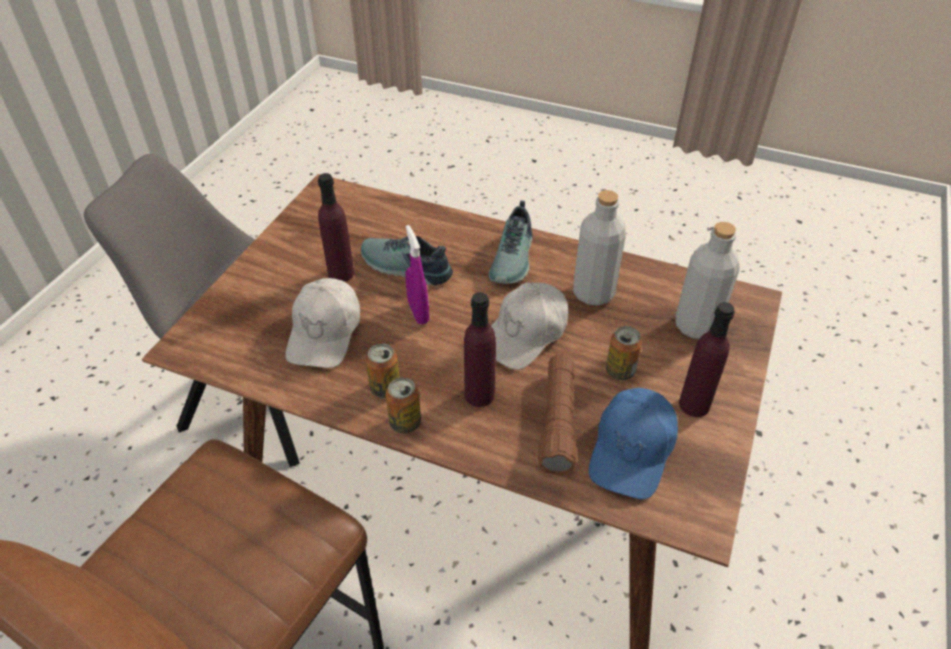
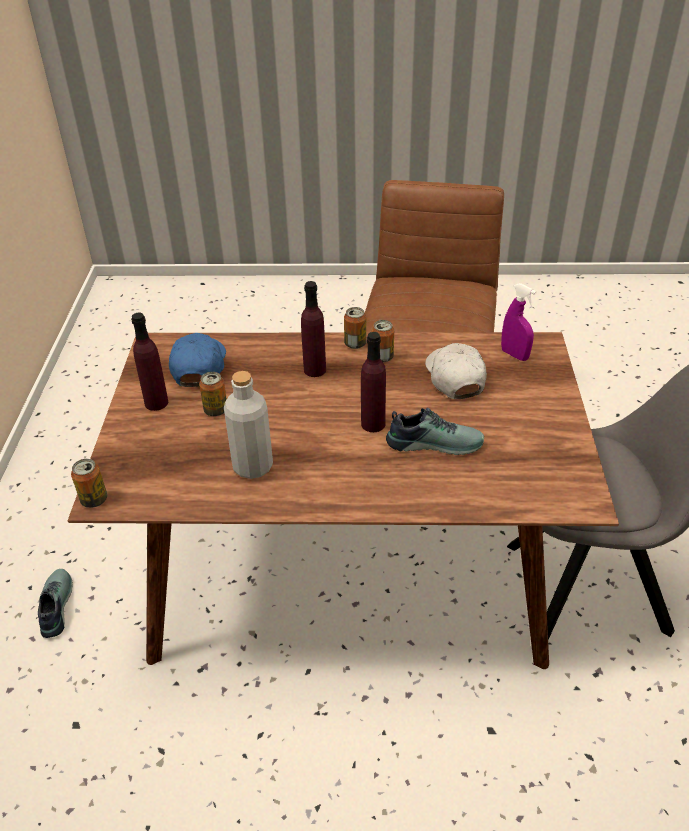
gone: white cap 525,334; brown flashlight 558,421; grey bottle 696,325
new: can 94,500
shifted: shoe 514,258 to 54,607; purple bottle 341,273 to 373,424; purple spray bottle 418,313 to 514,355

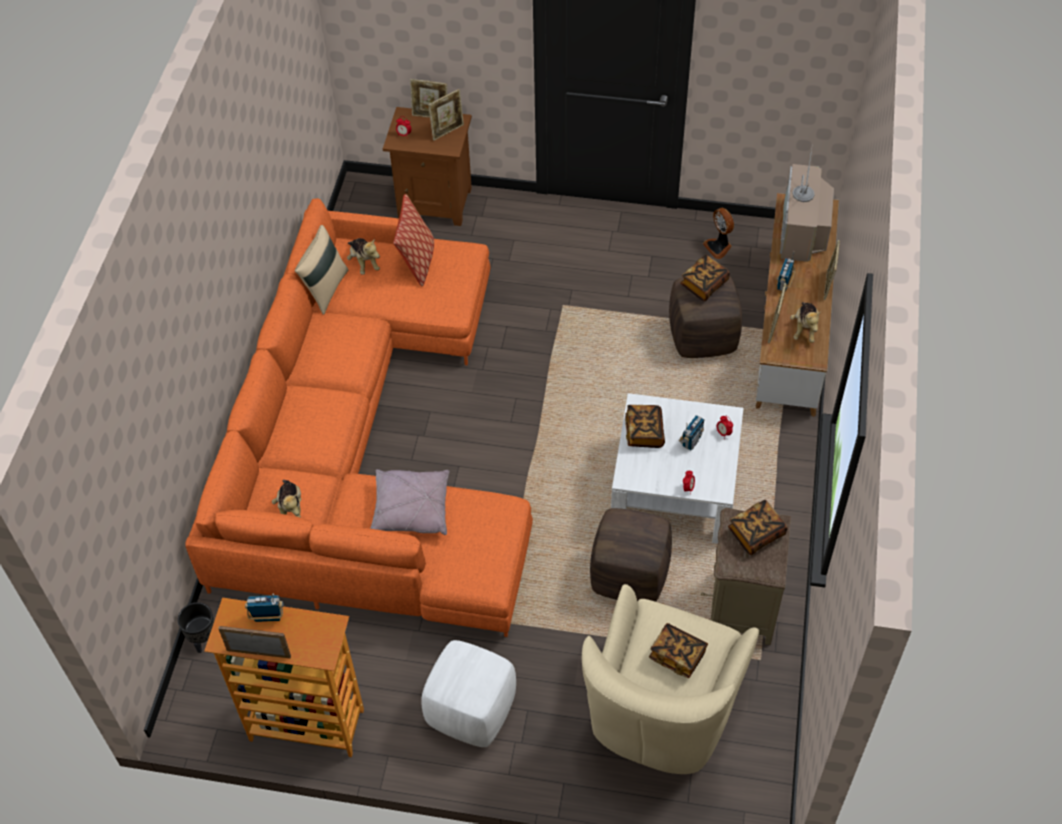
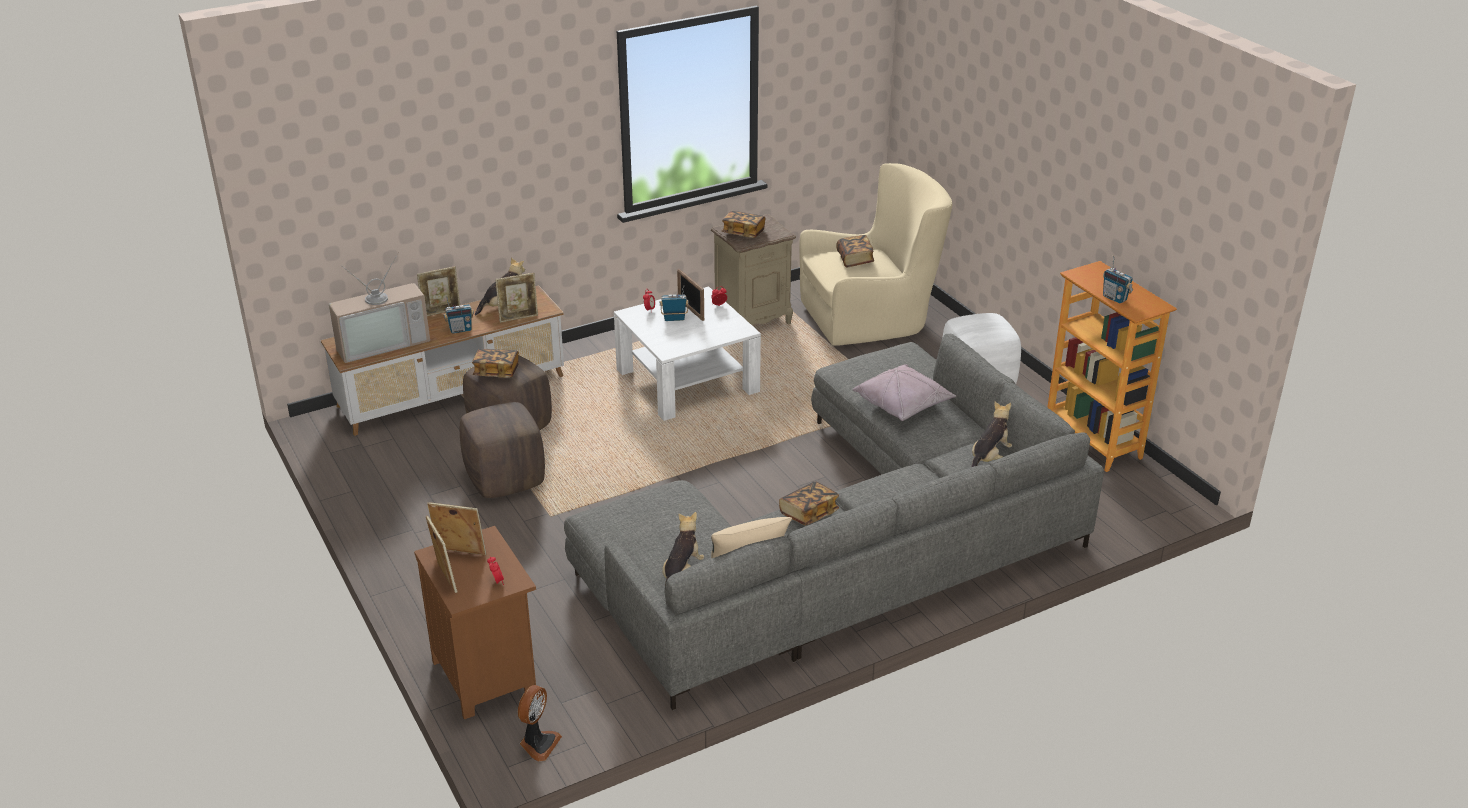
gone: black planter 203,639; pillow 417,262
shifted: brown ottoman 630,576 to 505,480; fan 719,247 to 538,743; picture frame 259,653 to 690,310; book 644,432 to 808,513
repainted: orange sofa 363,447 to grey sofa 847,546

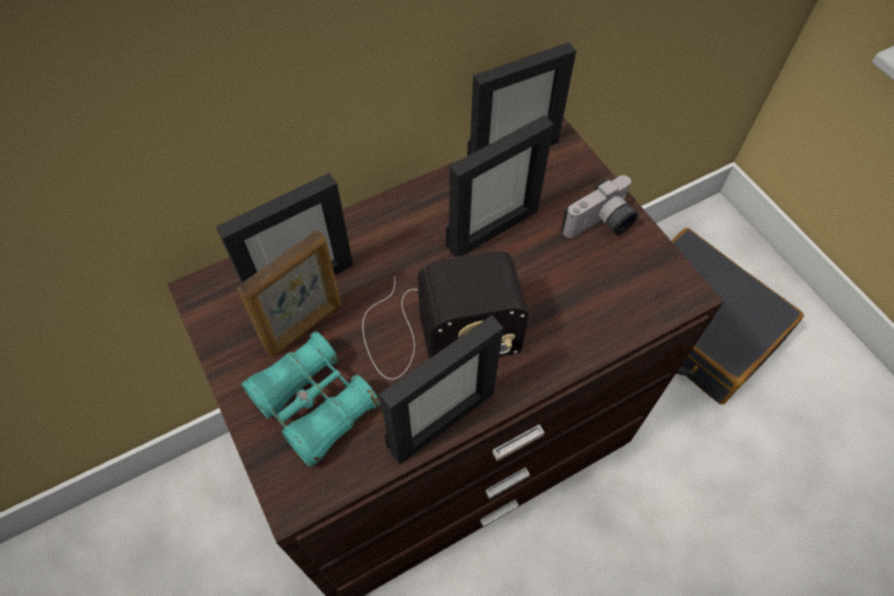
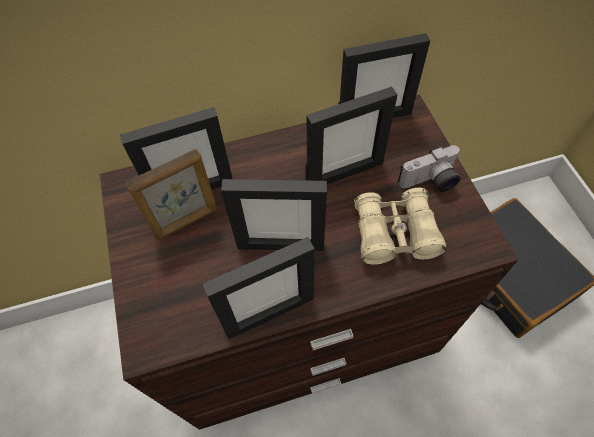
gone: turquoise binoculars 314,405
new: beige binoculars 394,234
swapped: radio 434,332 to picture frame 280,243

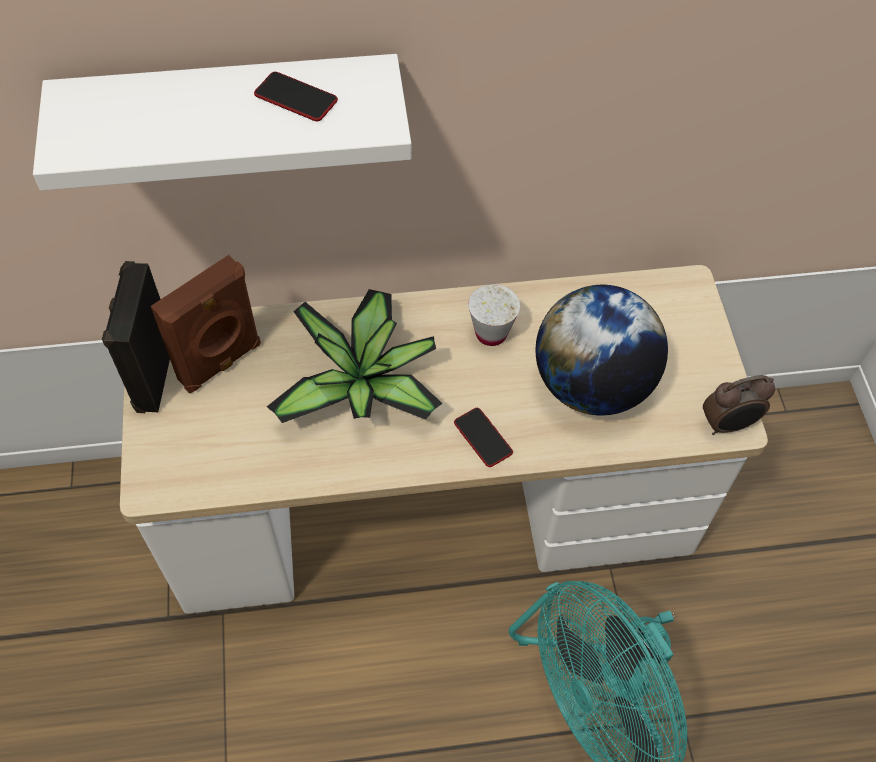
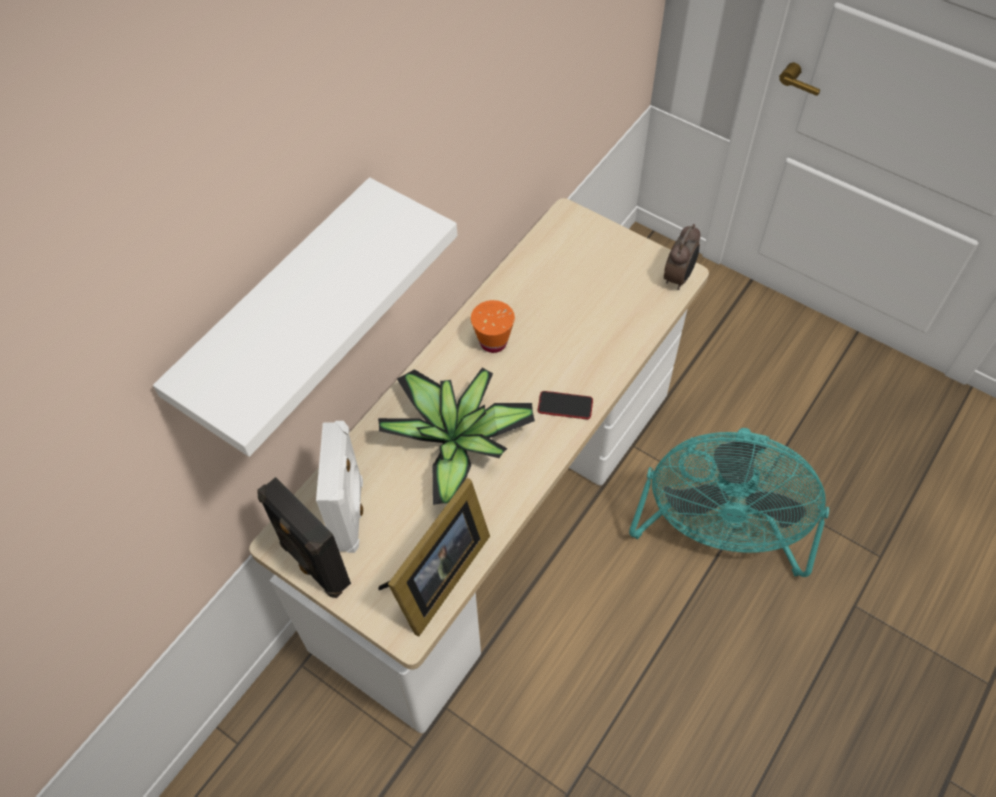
gone: phone 296,98; globe 592,384
new: picture frame 437,578
repainted: brown speaker 221,363 to white speaker 351,514; white cup 491,333 to orange cup 493,342

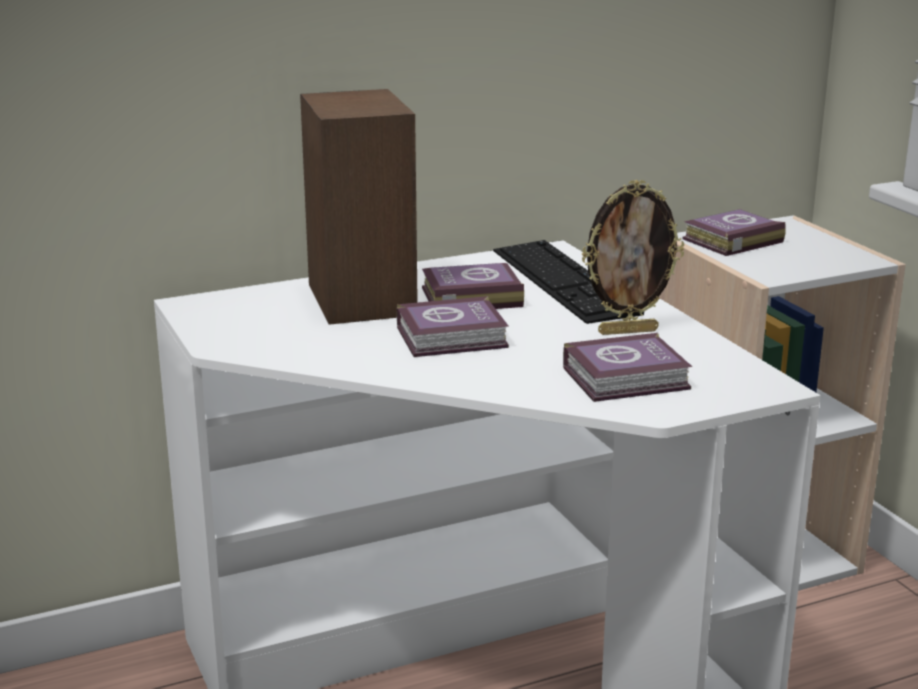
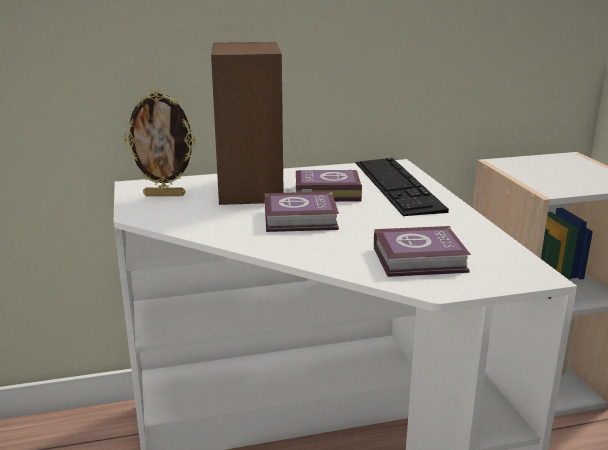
gone: book 730,240
shifted: picture frame 627,331 to 165,195

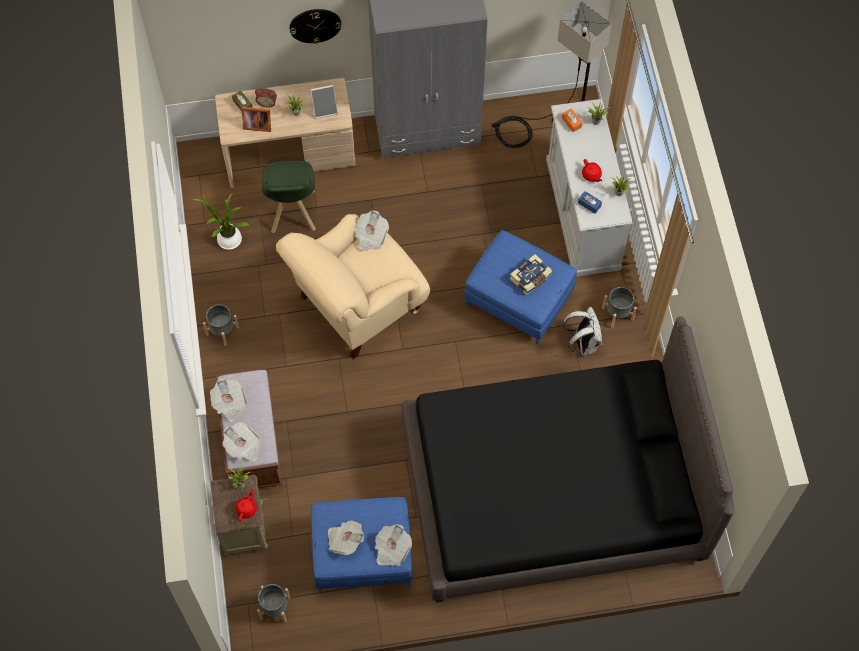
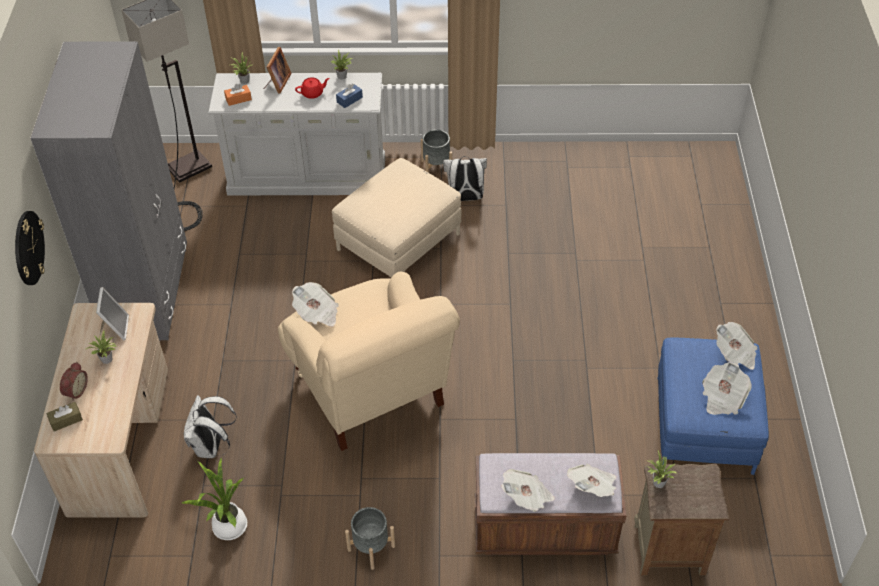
gone: red teapot 247,509; grey planter 275,608; black bed 553,491; book 531,278
shifted: picture frame 256,125 to 277,83
swapped: green chair 292,212 to white backpack 211,447
repainted: blue ottoman 519,298 to beige ottoman 398,241

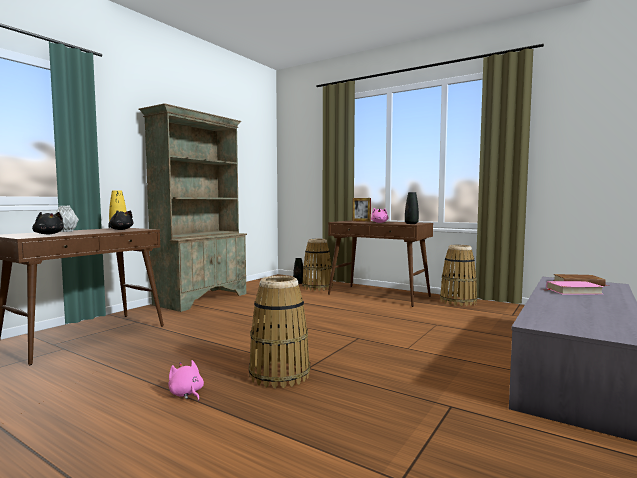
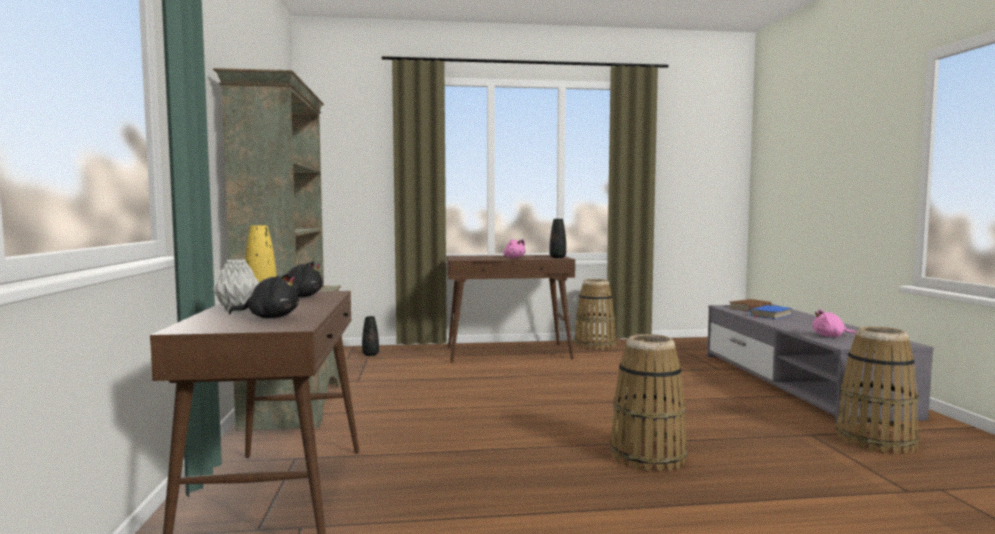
gone: picture frame 361,221
shifted: pink plush toy 186,394 to 830,336; basket 317,287 to 875,440
repainted: pink book 573,291 to blue book 770,315

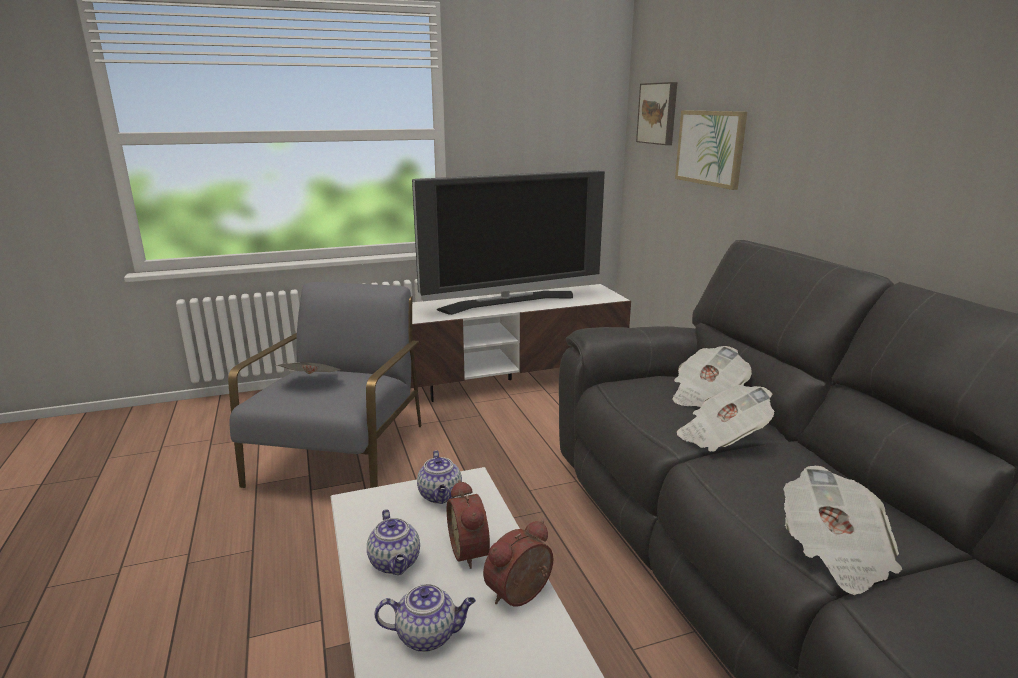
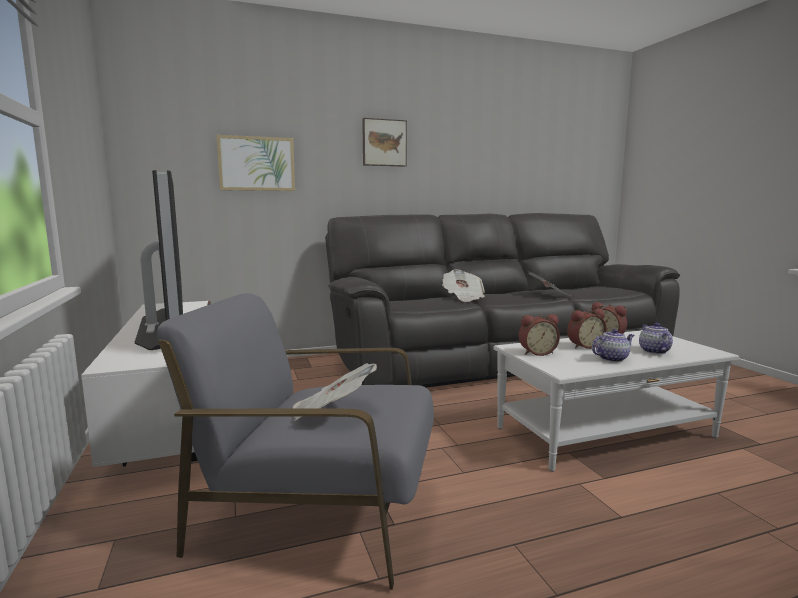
gone: newspaper 705,396
shifted: picture 658,113 to 384,143
swapped: teapot 440,496 to alarm clock 536,352

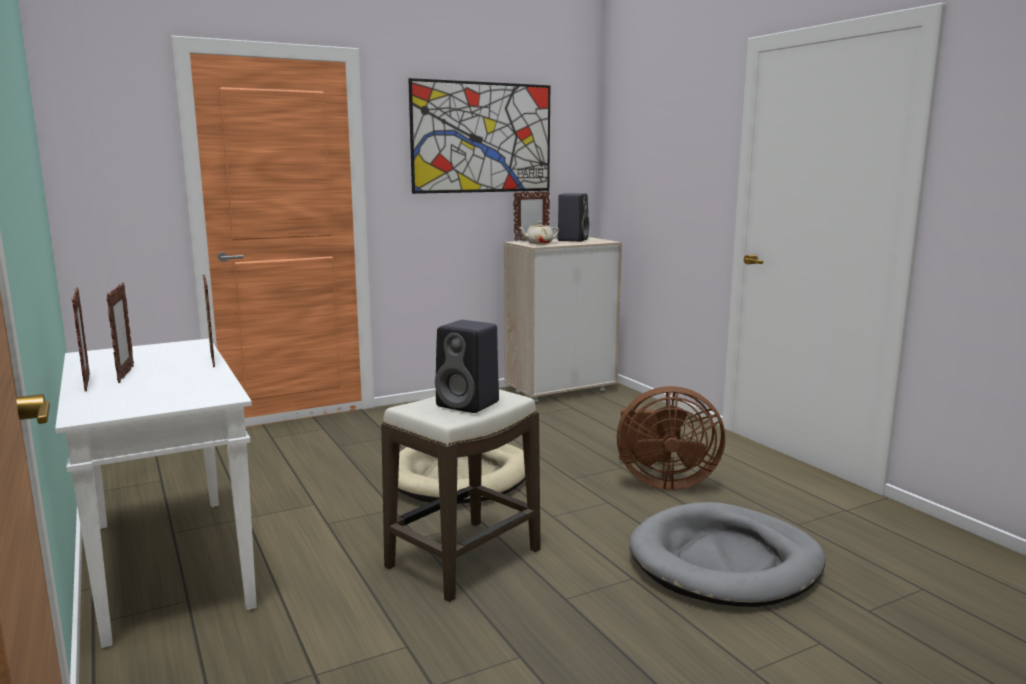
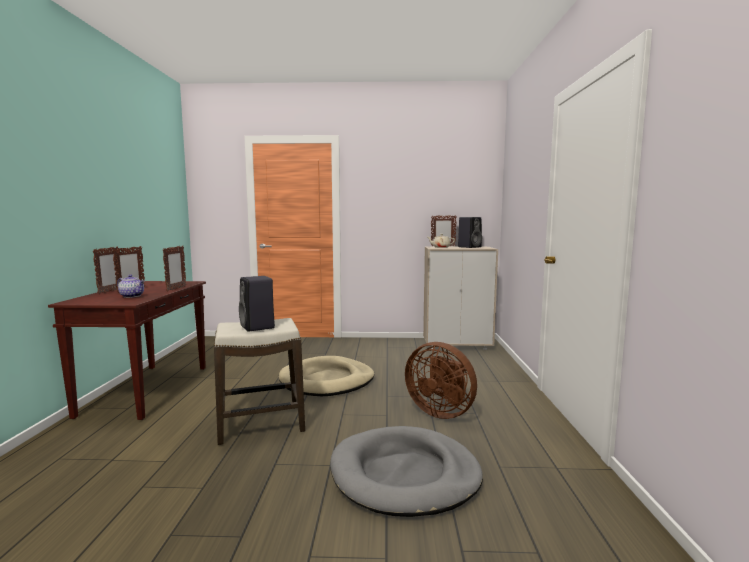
gone: picture 482,137
new: teapot 132,296
repainted: white console table 168,563 to brown console table 147,390

